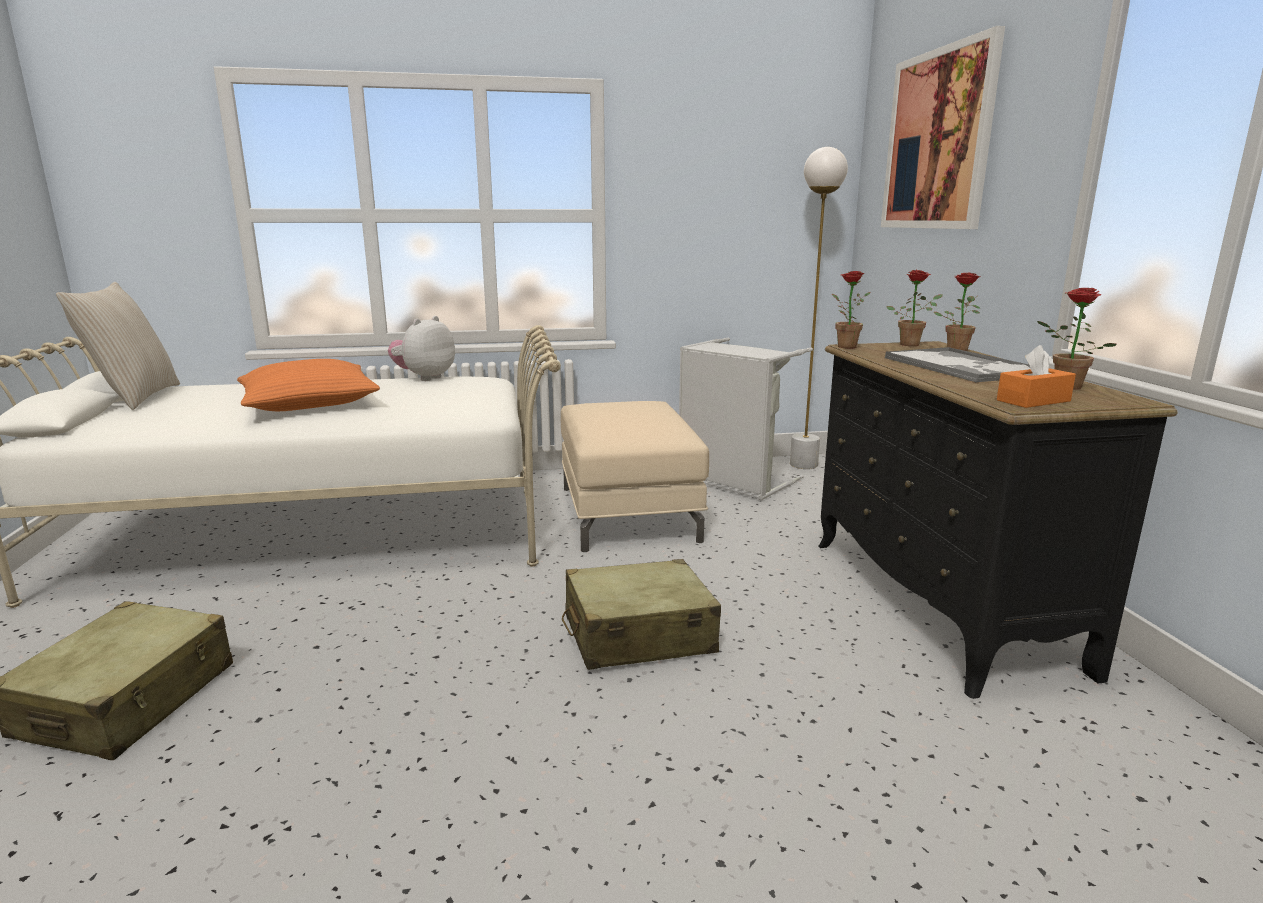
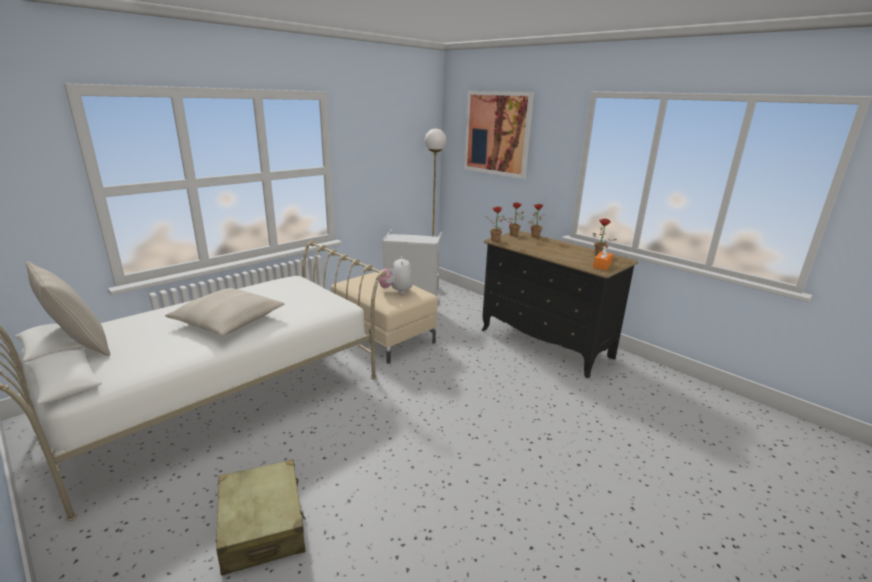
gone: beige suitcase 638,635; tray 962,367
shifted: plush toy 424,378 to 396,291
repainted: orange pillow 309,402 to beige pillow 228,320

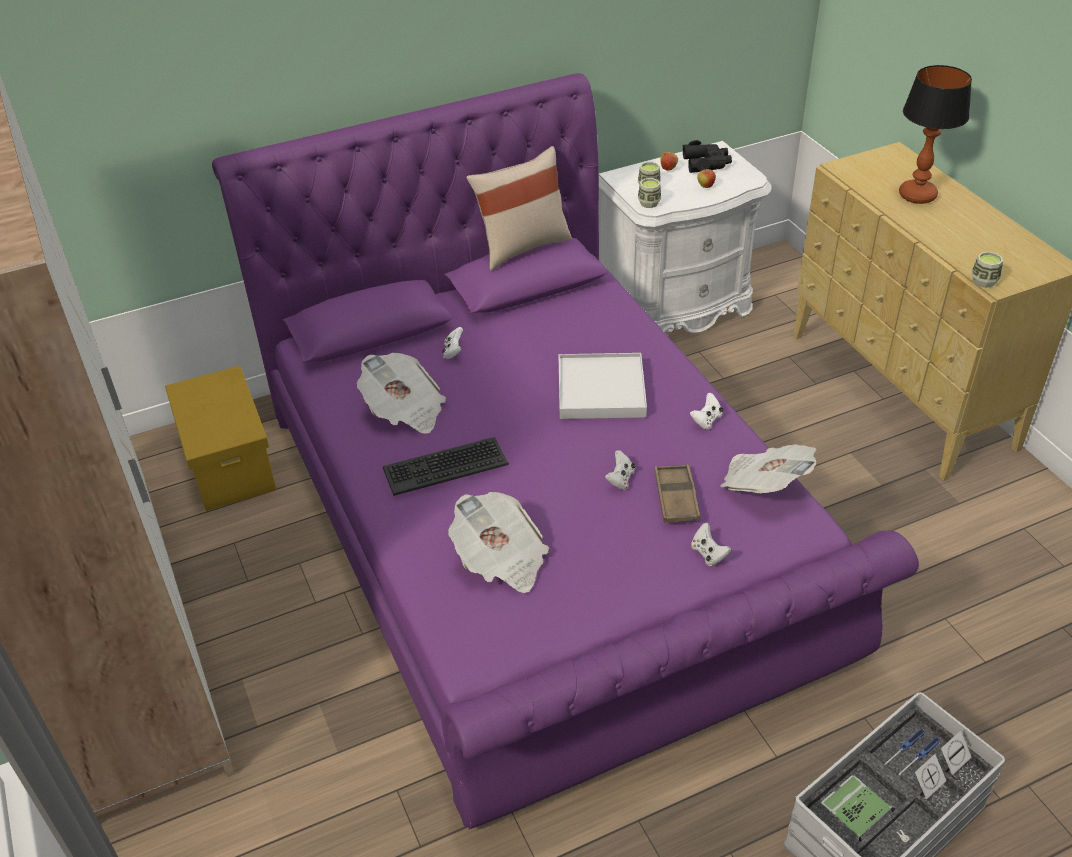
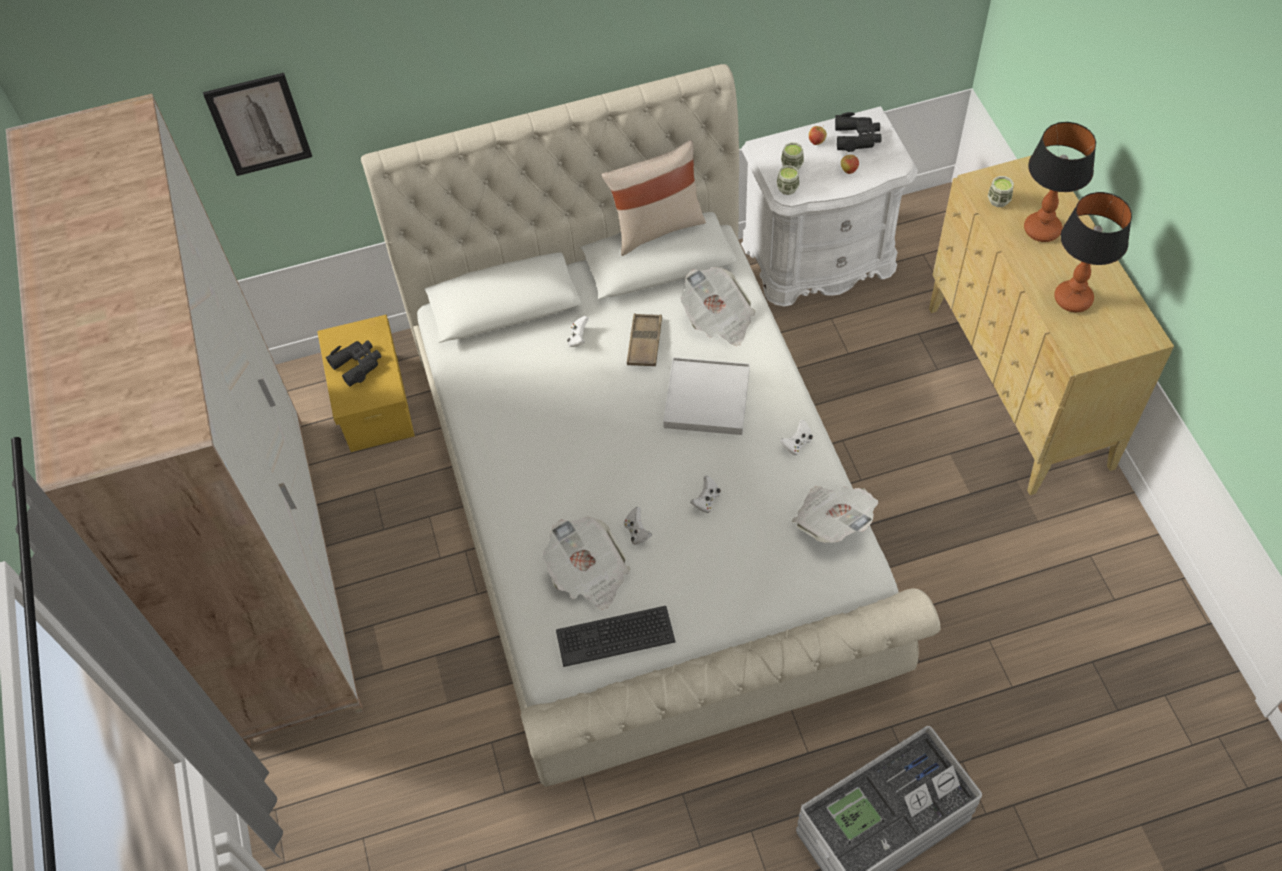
new: picture 259,124; black binoculars 357,364; table lamp 1072,299
shifted: keyboard 445,466 to 615,635; white game controller 708,554 to 637,532; brown tray 676,498 to 644,343; newspaper 404,410 to 718,319; cup 983,281 to 998,200
repainted: purple bed 538,521 to beige bed 645,497

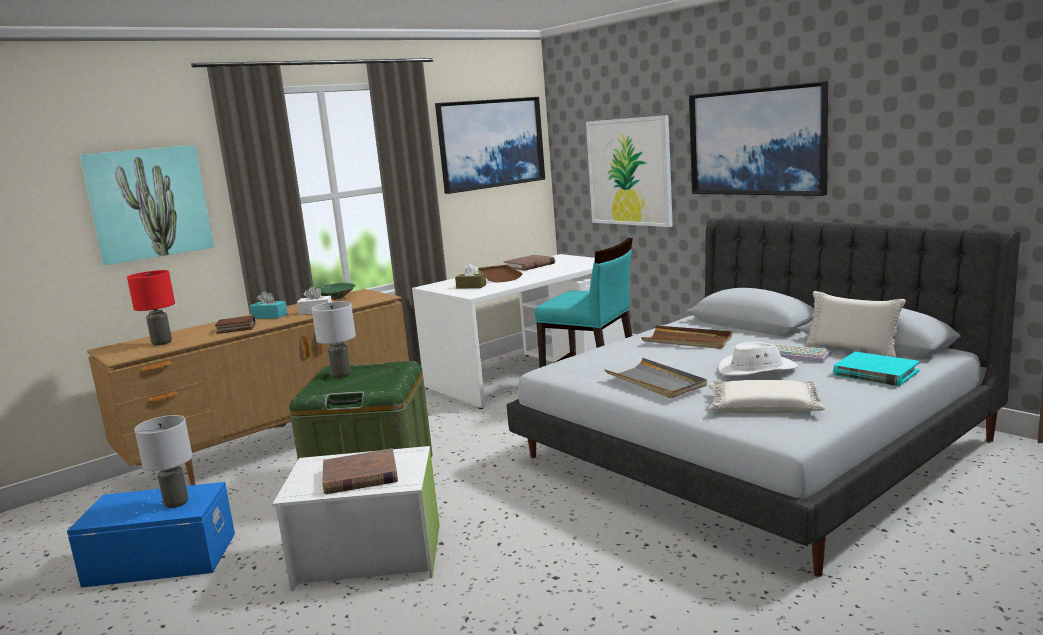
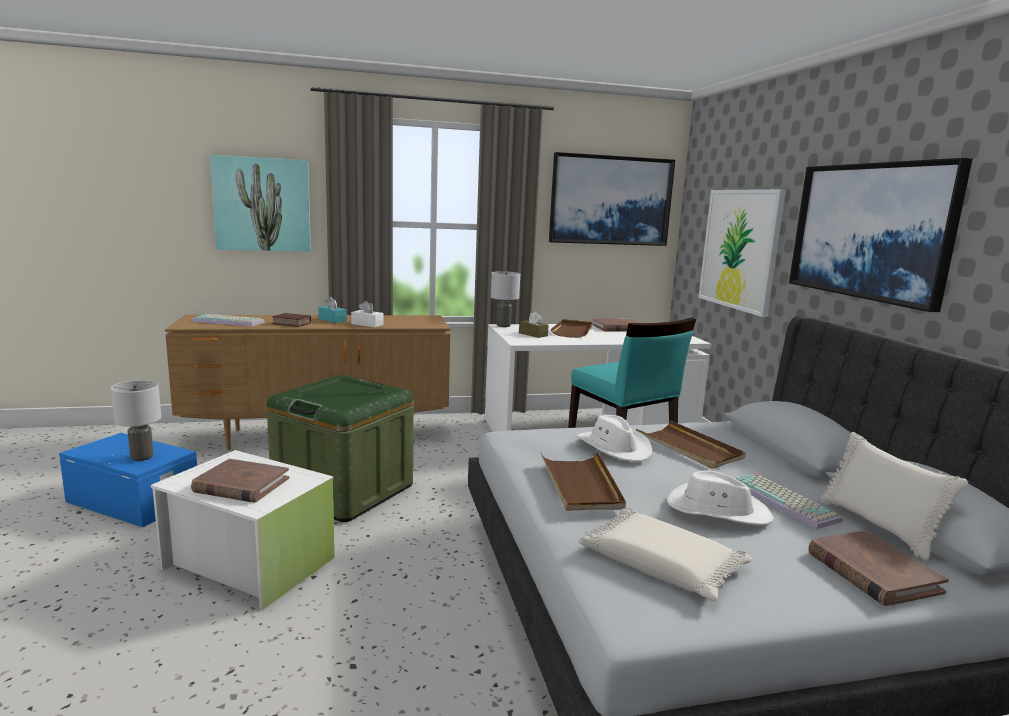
gone: green bowl 336,299
new: white hat 614,447
shifted: white table lamp 342,375 to 504,326
swapped: red table lamp 163,342 to keyboard 230,321
repainted: grey tray 655,382 to brown tray 581,485; turquoise book 875,373 to brown book 872,572

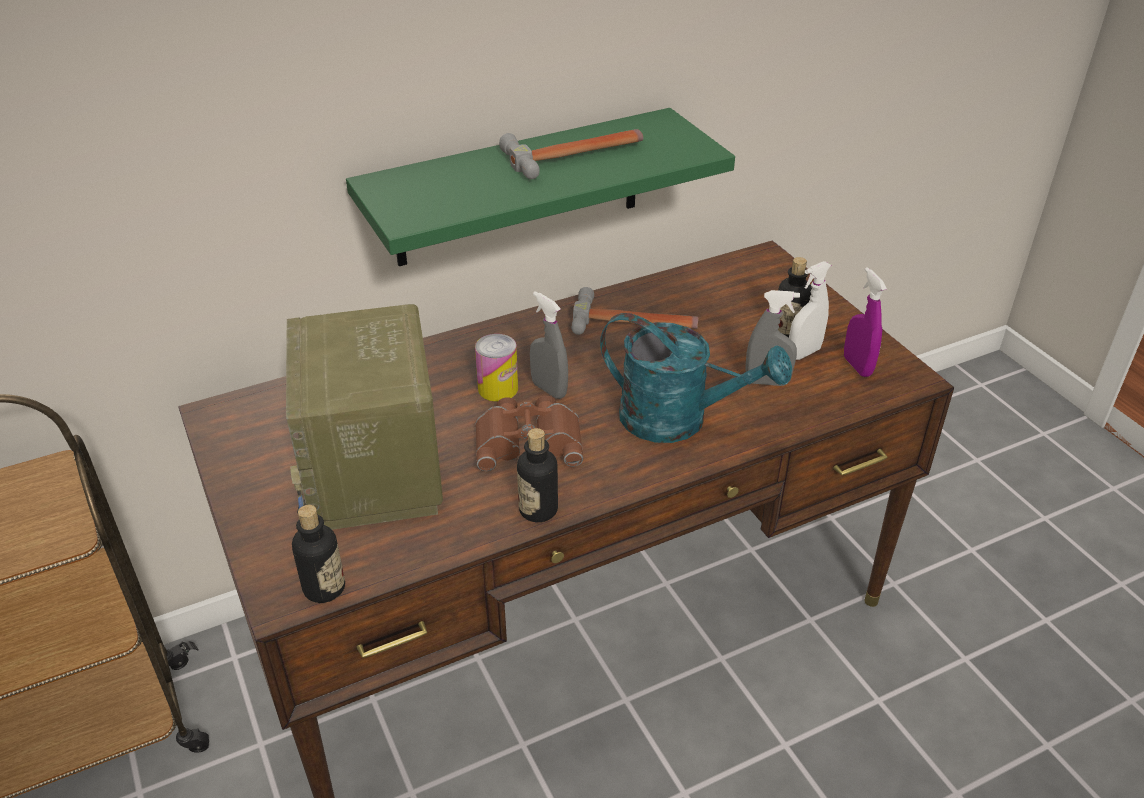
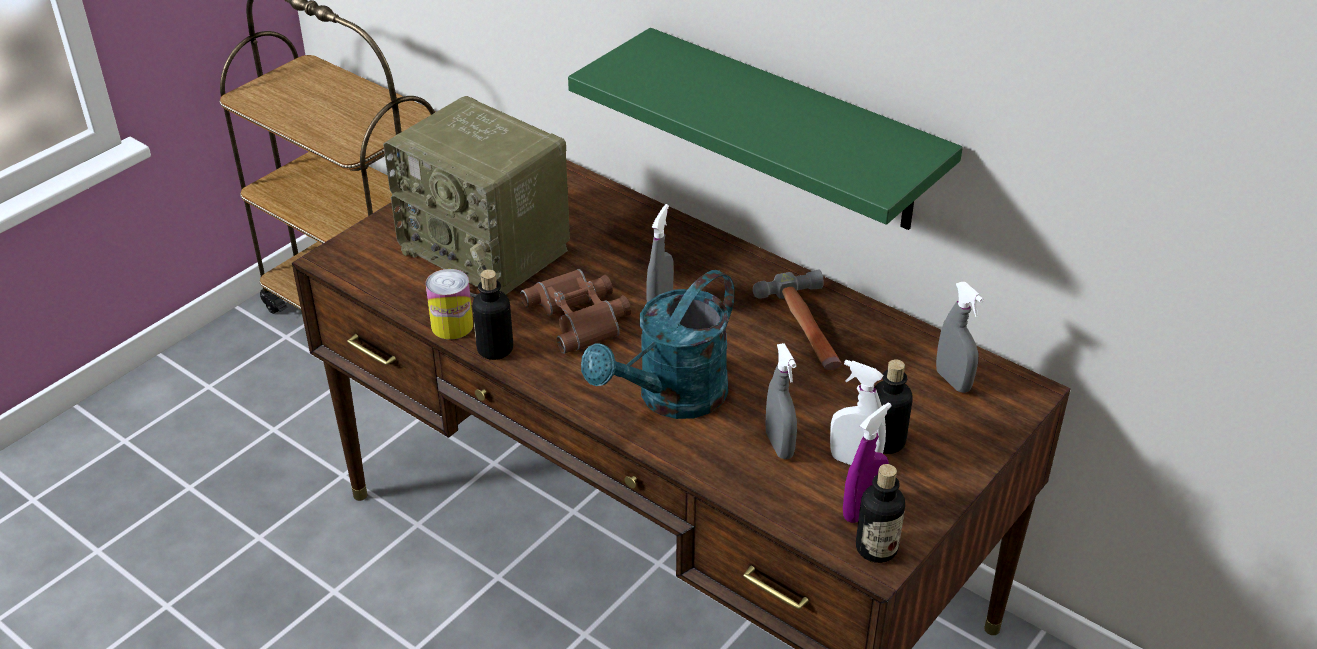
gone: hammer 576,155
new: grey spray bottle 953,381
shifted: can 498,388 to 452,326; bottle 324,588 to 876,548
rotated: radio 375,473 = 488,250 105 degrees counterclockwise; turquoise watering can 678,420 = 671,399 45 degrees clockwise

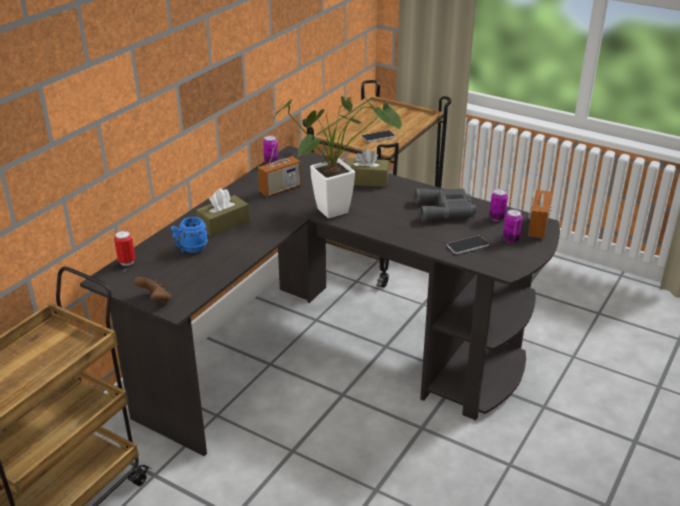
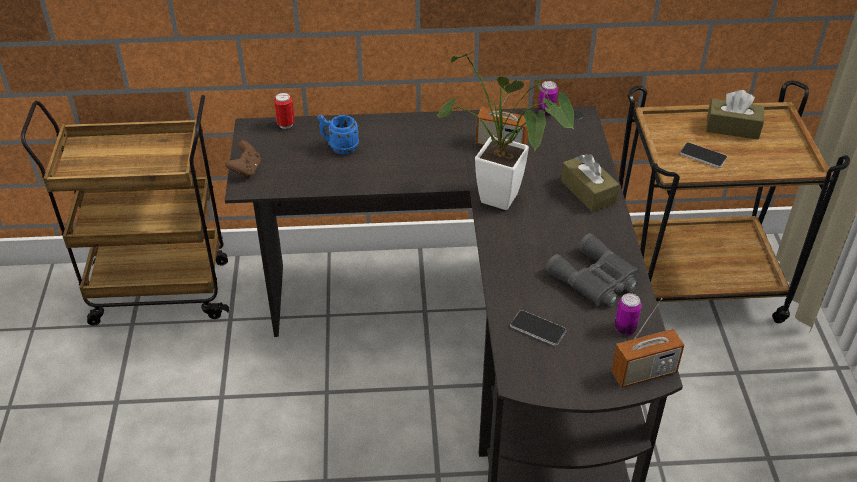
gone: can 510,239
shifted: brown tissue box 223,224 to 732,128

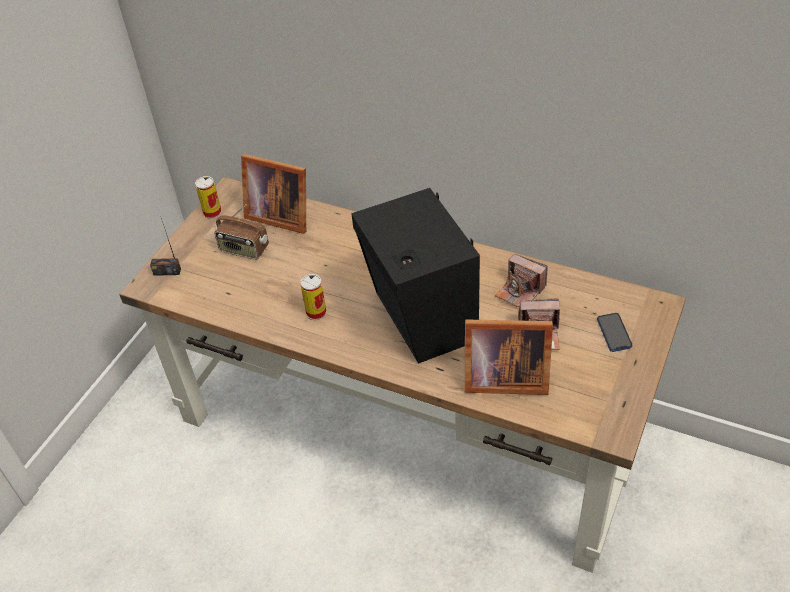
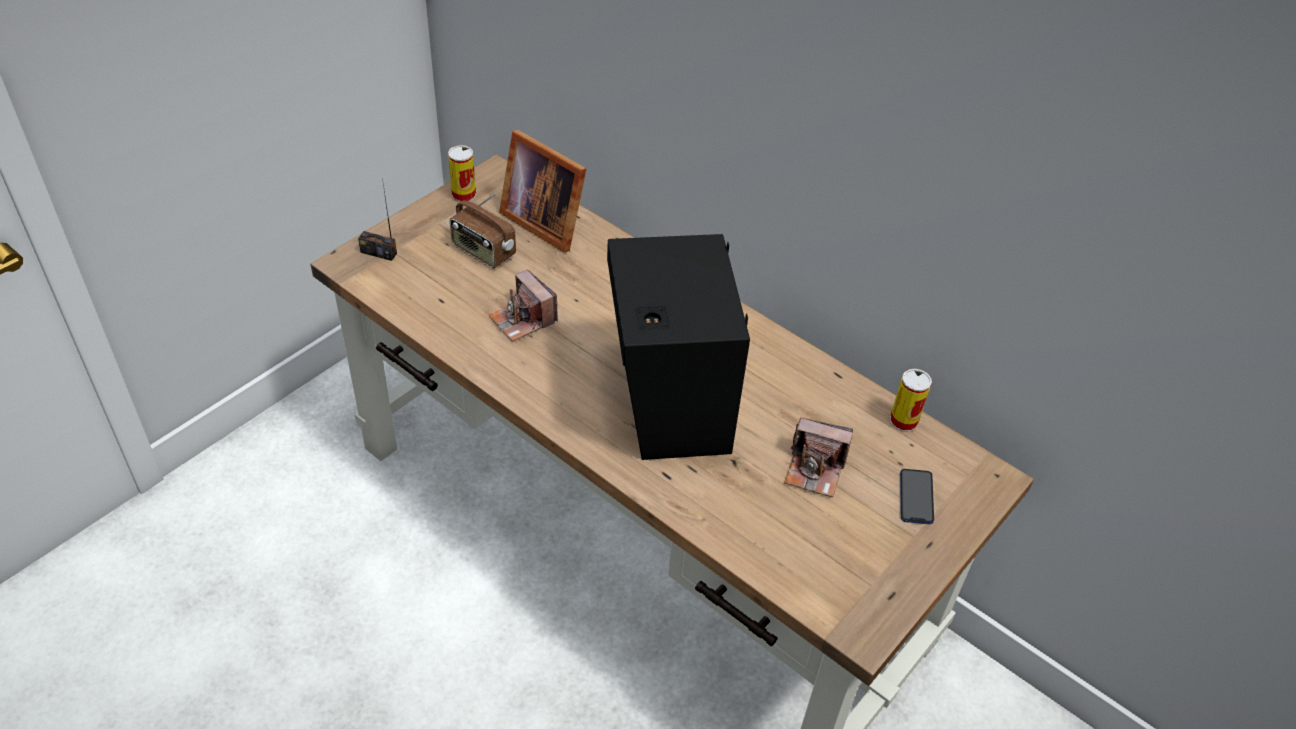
gone: picture frame 502,378
shifted: photo camera 520,291 to 523,320; can 316,312 to 903,421

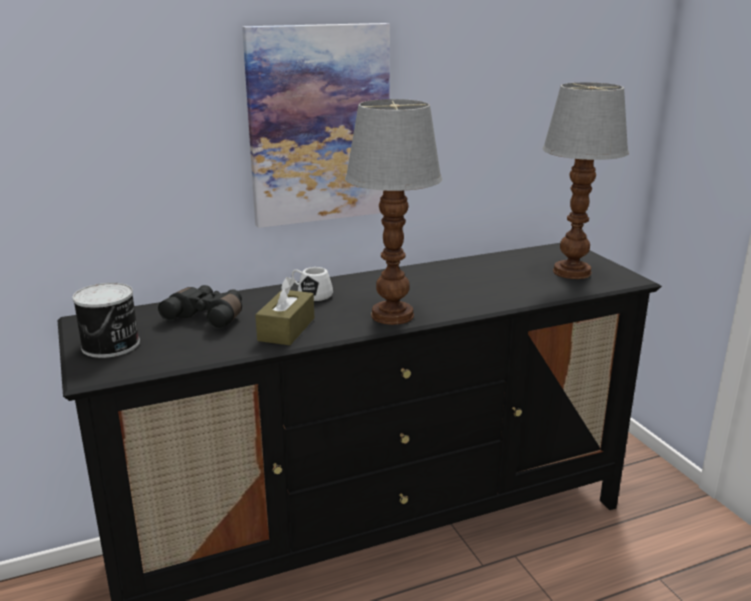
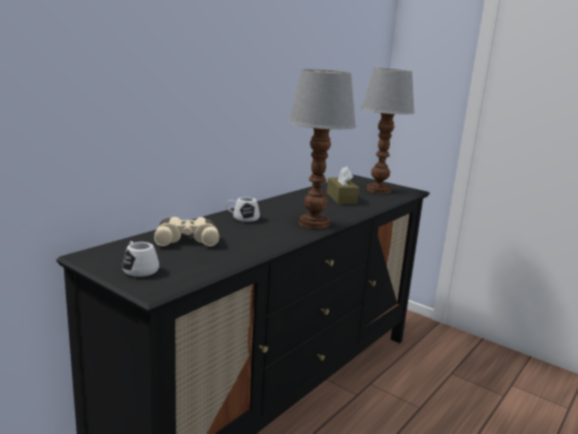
gone: picture 319,125
shifted: brown tissue box 286,329 to 341,198
swapped: can 111,345 to white mug 139,269
repainted: black binoculars 208,316 to beige binoculars 187,240

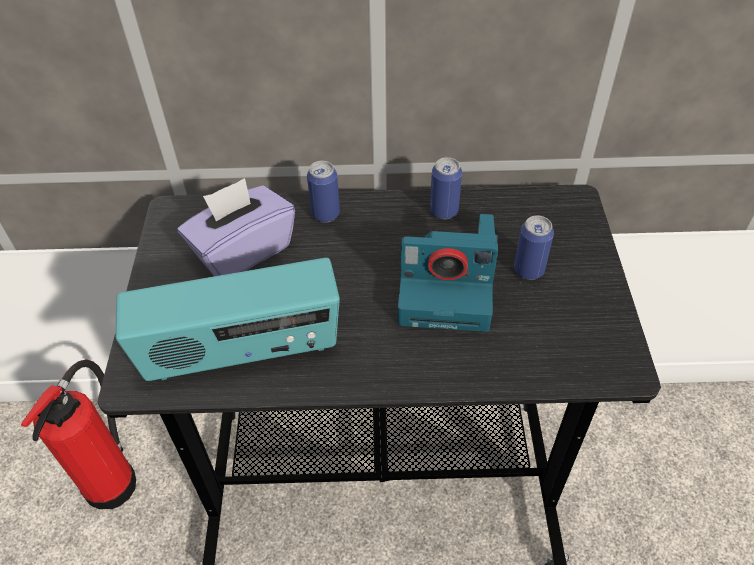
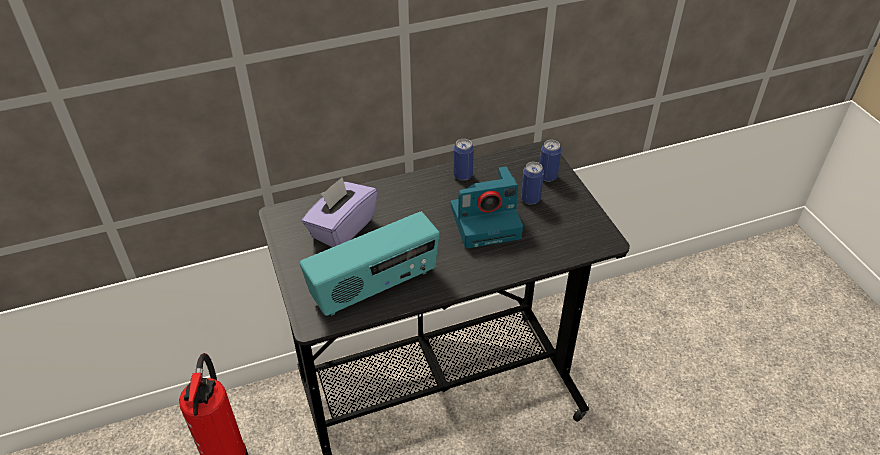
shifted: can 325,214 to 547,176

